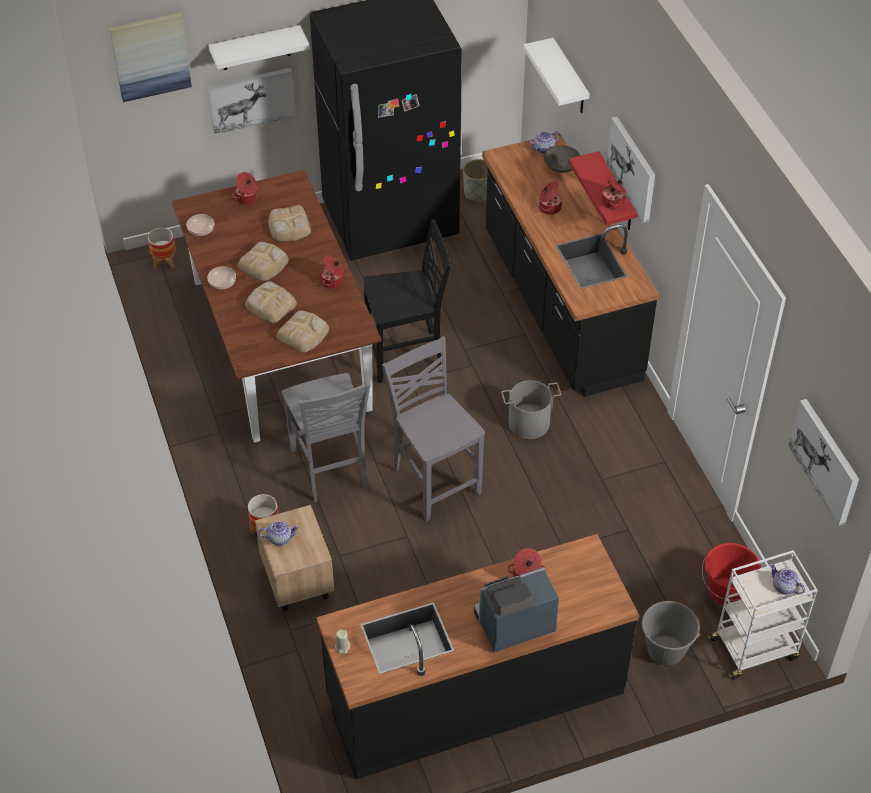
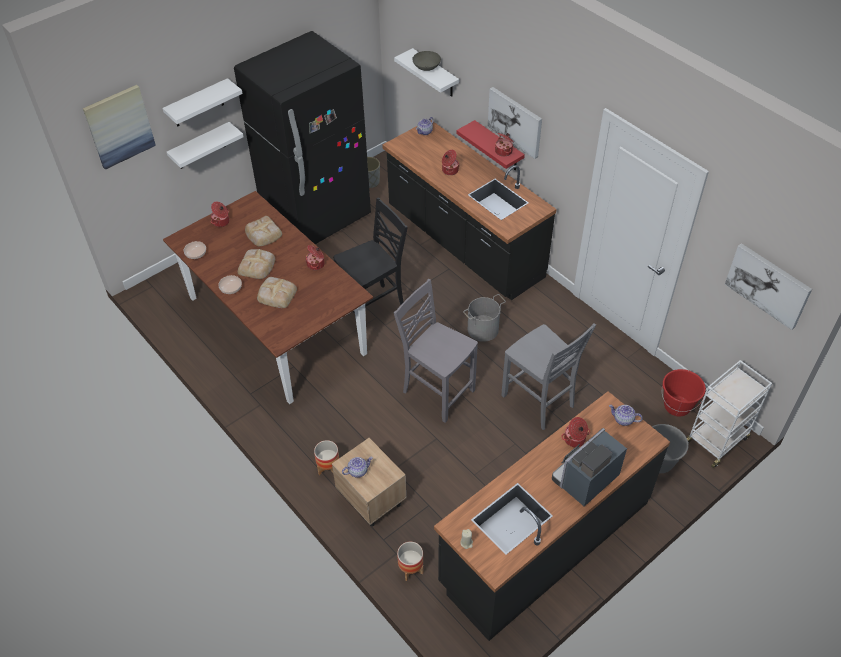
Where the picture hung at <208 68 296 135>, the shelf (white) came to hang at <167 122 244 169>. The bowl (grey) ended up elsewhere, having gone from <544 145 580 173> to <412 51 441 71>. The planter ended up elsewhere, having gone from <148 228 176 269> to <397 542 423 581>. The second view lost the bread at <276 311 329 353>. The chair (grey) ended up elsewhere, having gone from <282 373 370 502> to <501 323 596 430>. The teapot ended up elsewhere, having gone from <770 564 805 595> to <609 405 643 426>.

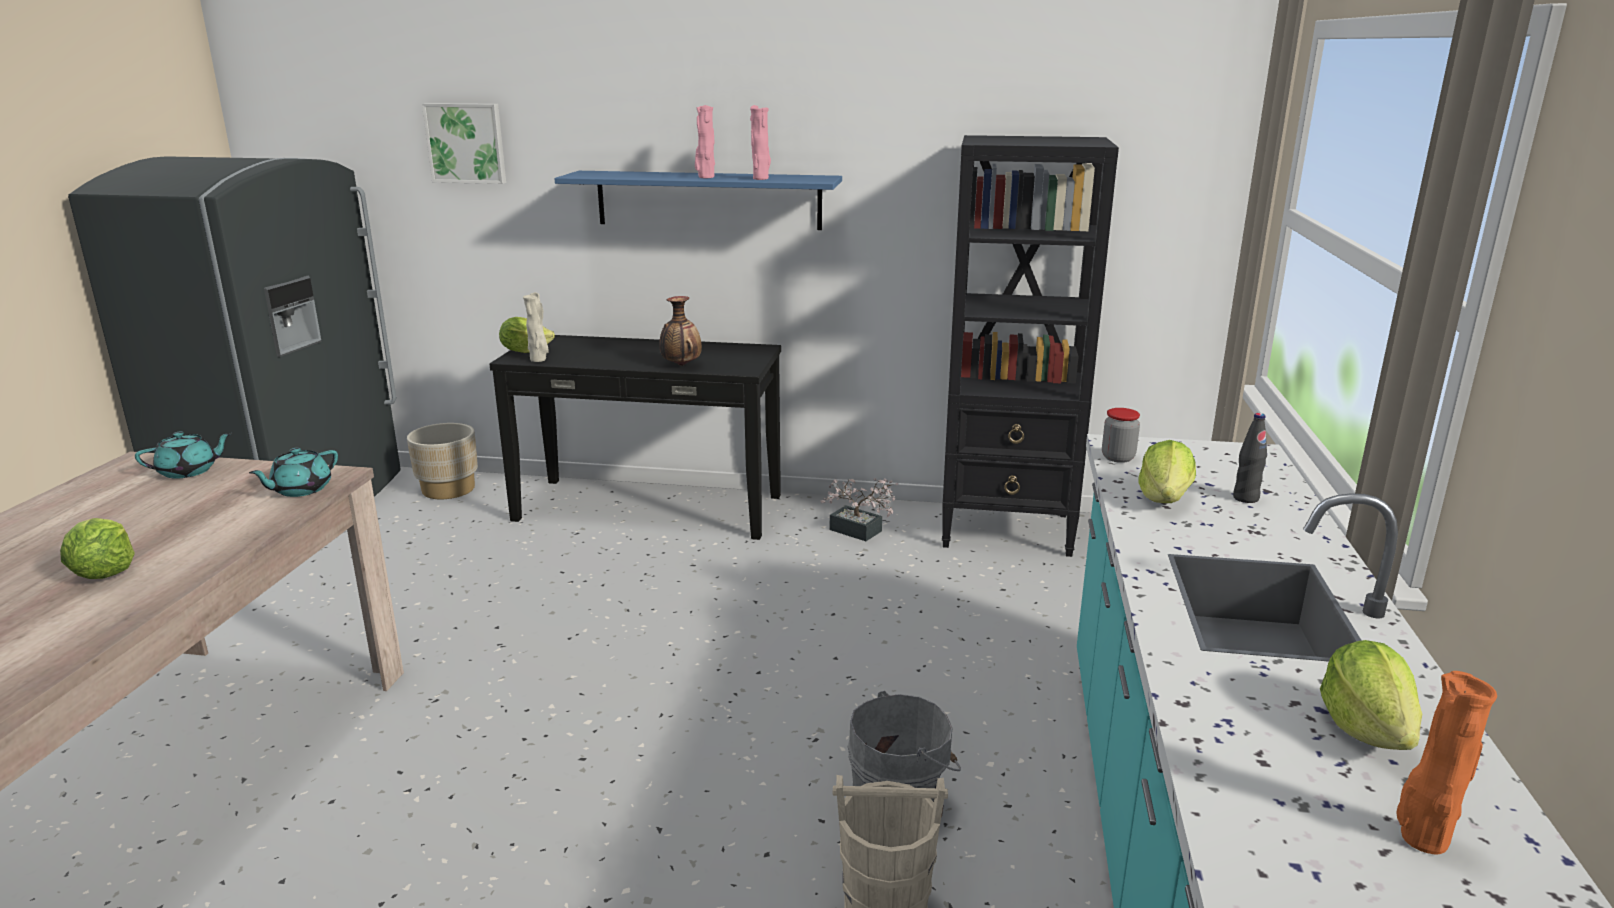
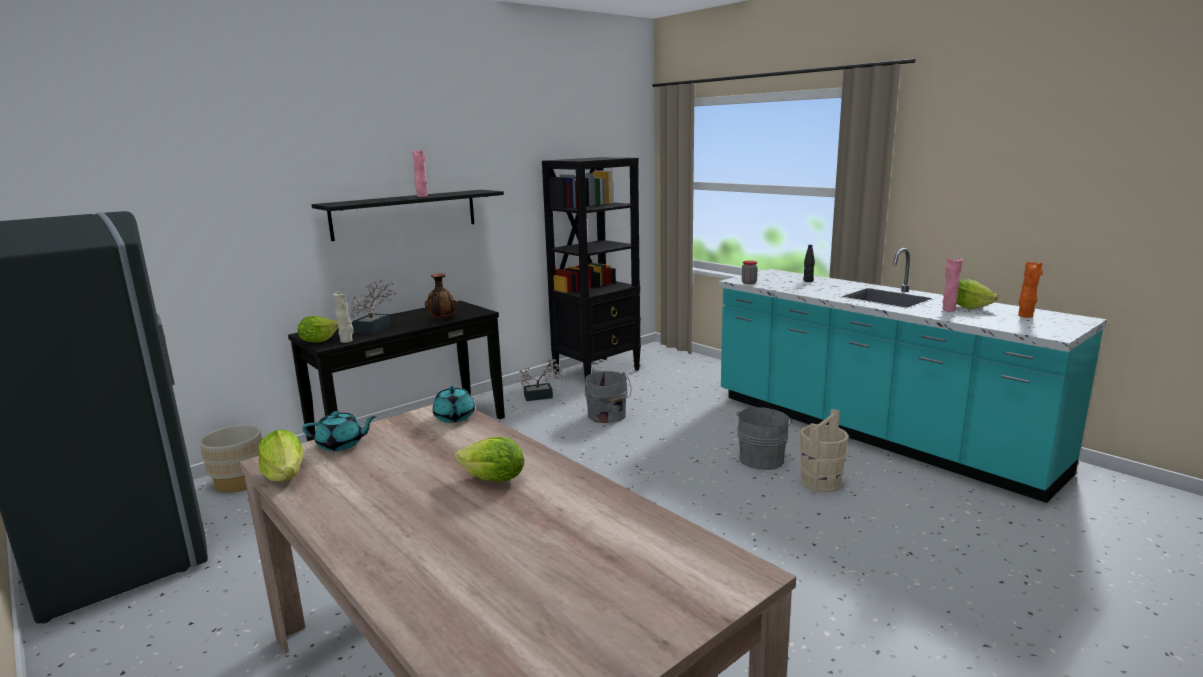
The second view lost the picture at <422 103 506 184>. The vase (pink) ended up elsewhere, having gone from <750 105 771 180> to <942 258 963 312>. What was the shelf (blue) at <554 171 842 230> turned into the shelf (black) at <311 190 504 241>. The teapot (turquoise) at <135 432 232 479> ended up facing another way, 75 degrees clockwise from before. The lettuce ended up elsewhere, having gone from <1138 440 1196 503> to <258 430 304 482>. The second view gained the potted plant at <350 280 396 334>. The second view gained the bucket (grey) at <585 371 631 423>.

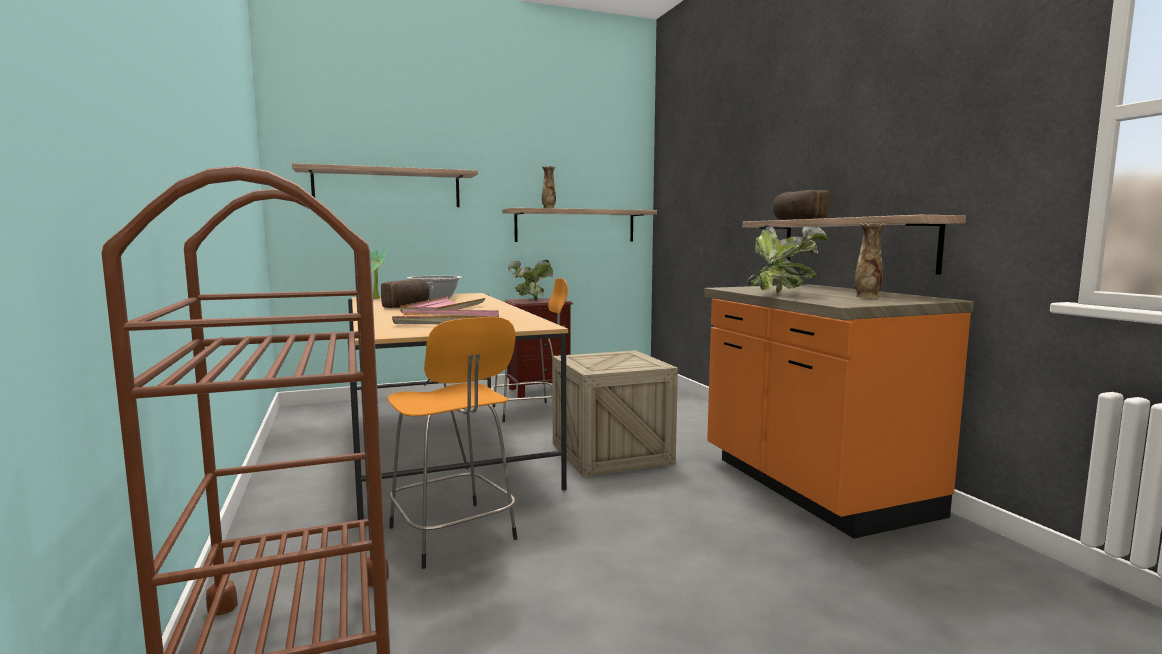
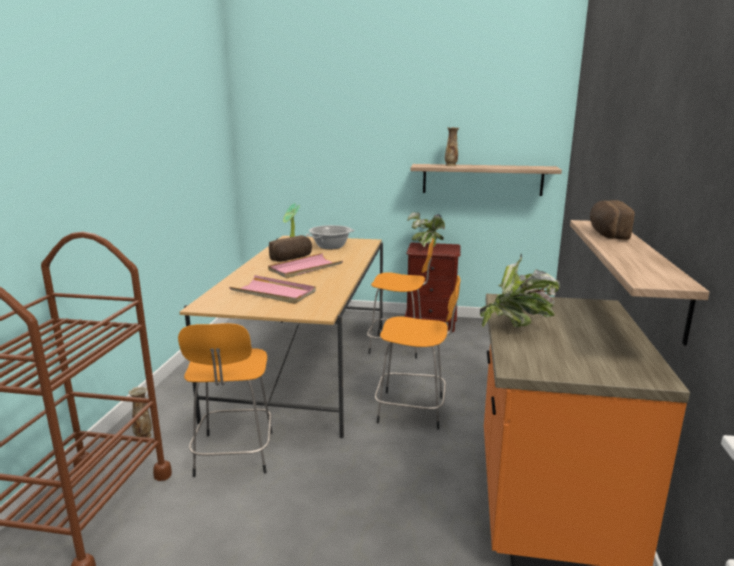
The second view lost the shelf at <292 163 478 207>. The vase ended up elsewhere, having gone from <854 223 886 298> to <129 387 152 438>. Where the crate stood at <552 350 678 477>, the stool (orange) came to stand at <375 276 460 430>.

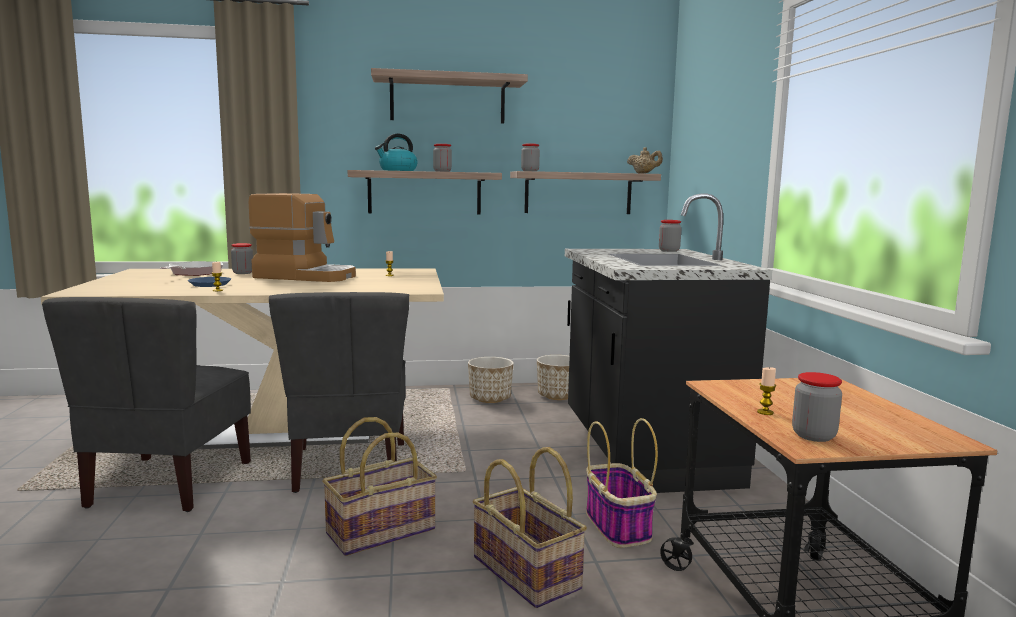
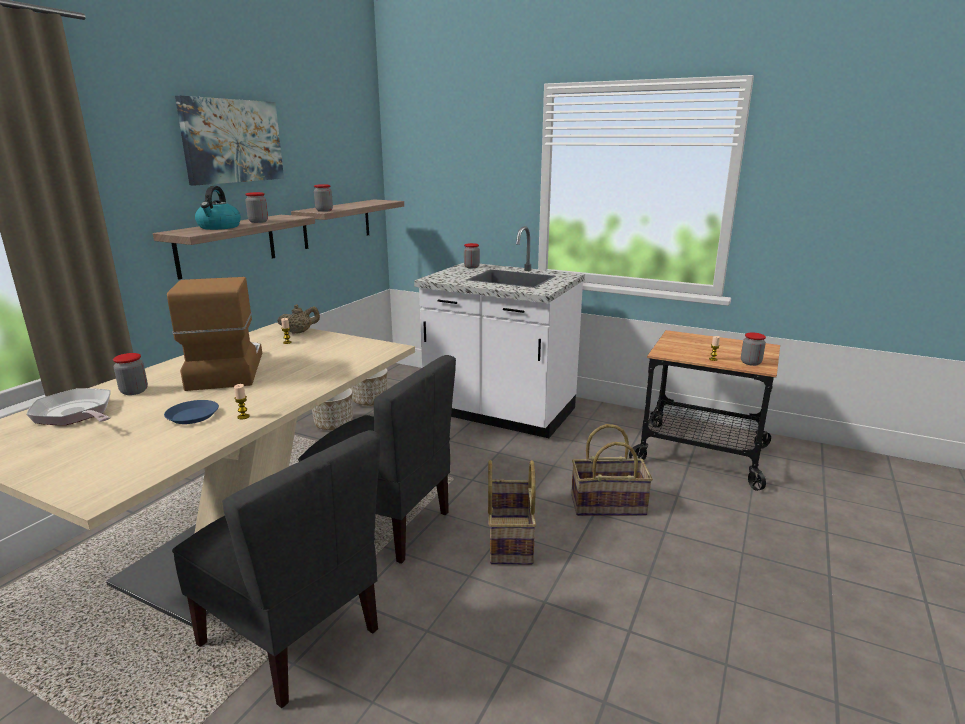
Where the shelf hung at <371 68 528 124>, the picture came to hang at <175 96 284 186>. The teapot (beige) ended up elsewhere, having gone from <627 147 663 173> to <277 304 320 334>. The coffee machine at <249 193 356 282> ended up facing another way, 60 degrees counterclockwise from before. What was the counter (black) at <565 194 772 493> turned into the counter (white) at <414 226 585 438>. The second view lost the basket at <586 418 658 548>.

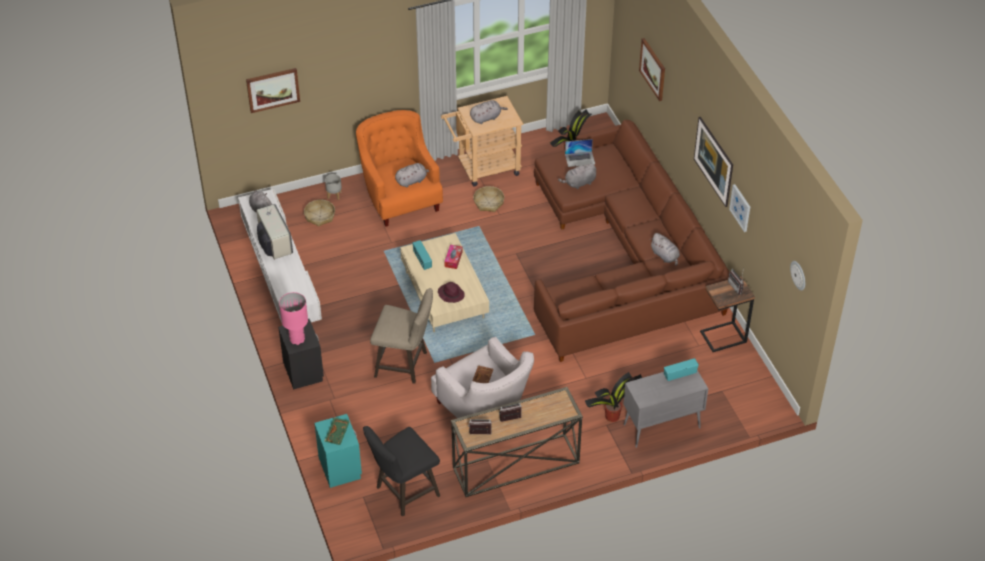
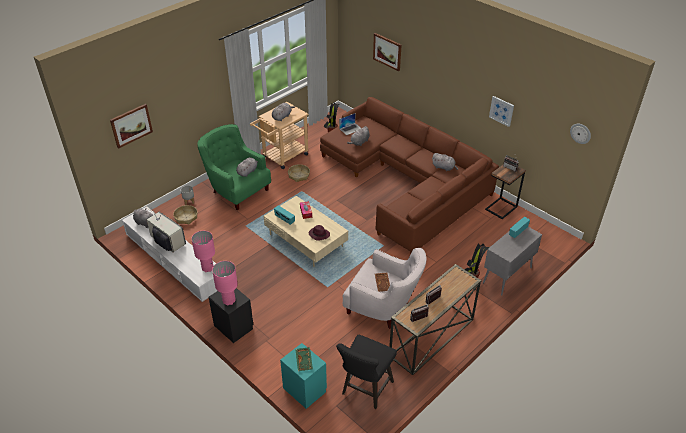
What was the armchair (orange) at <356 110 443 227> turned into the armchair (green) at <198 124 271 210>. The second view lost the picture at <694 117 733 207>. The second view lost the stool (beige) at <370 288 433 384>. The second view gained the table lamp (pink) at <191 231 215 272>.

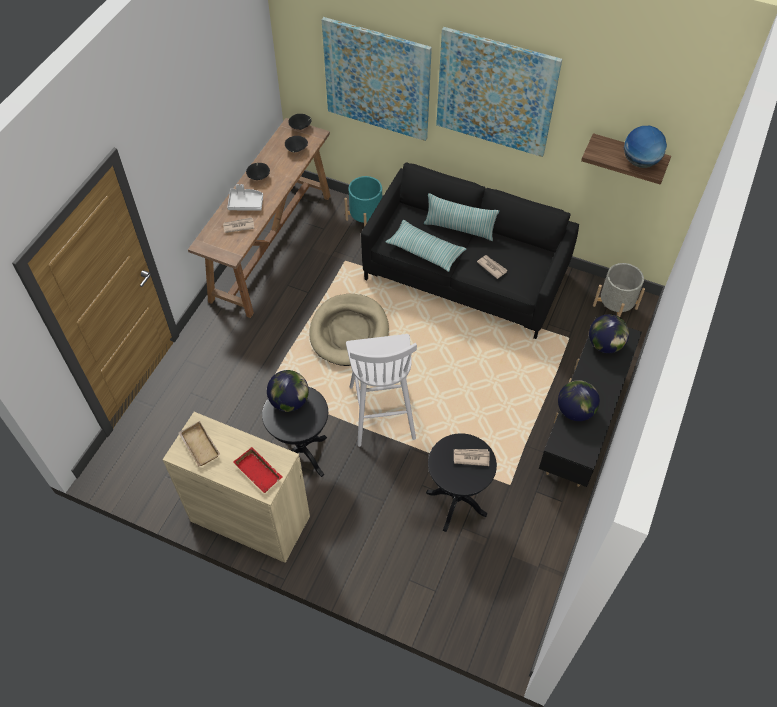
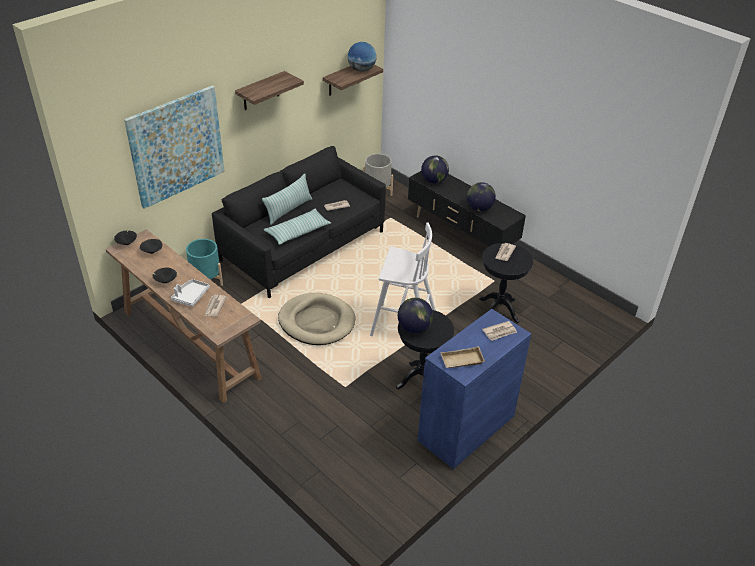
Where the picture hung at <436 27 562 157>, the shelf came to hang at <235 71 304 110>. What was the cabinet (beige) at <163 412 310 563> turned into the cabinet (blue) at <418 309 531 469>. Where the tray (red) stood at <234 447 283 493>, the newspaper came to stand at <482 321 517 341>.

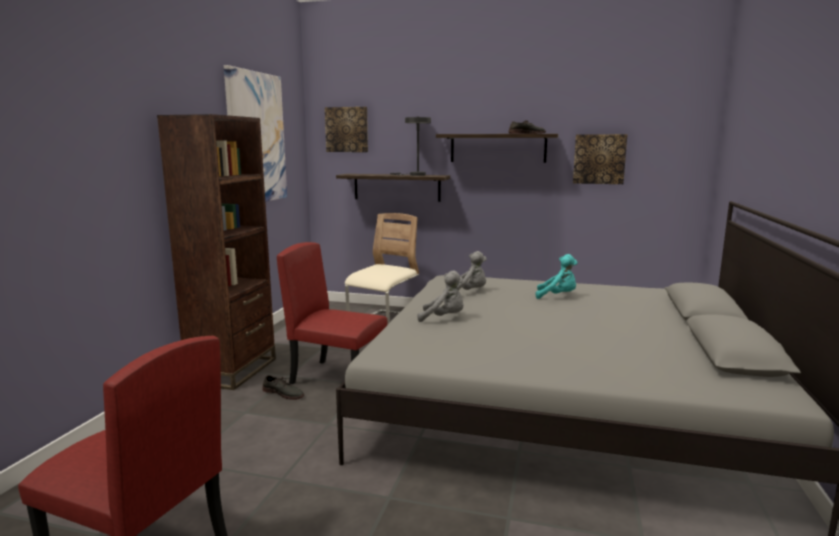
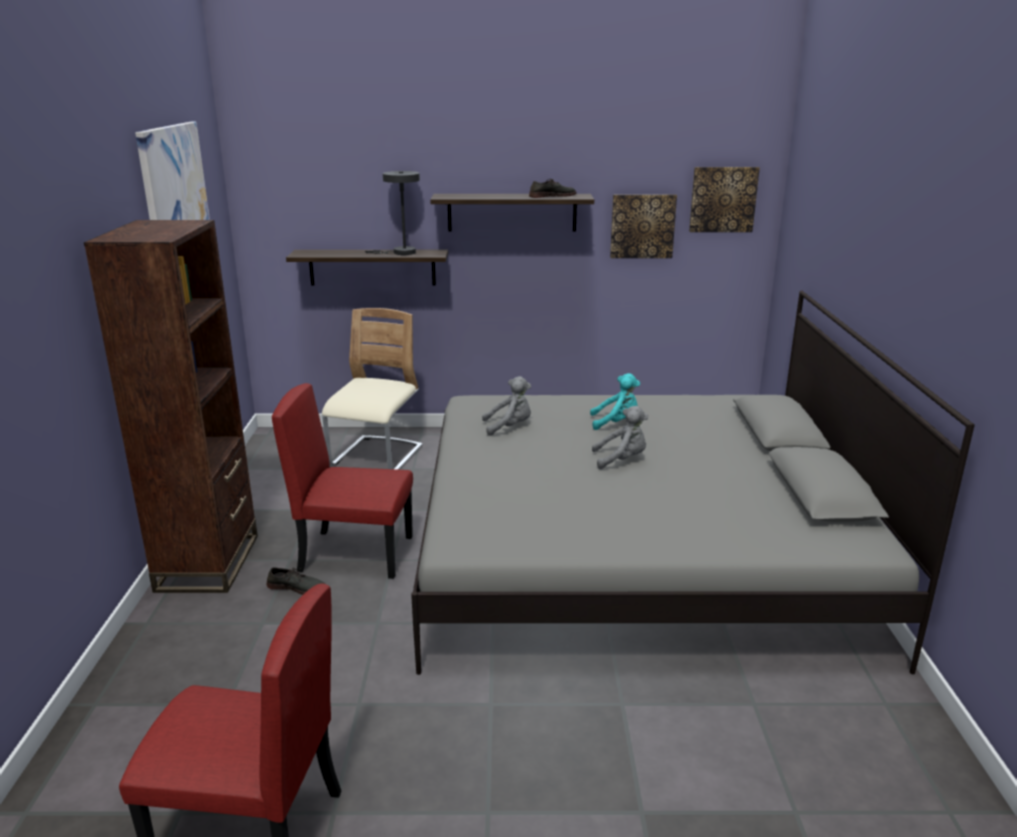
The picture ended up elsewhere, having gone from <325 107 368 152> to <689 167 760 232>. The plush toy (grey) ended up elsewhere, having gone from <418 270 464 322> to <592 406 648 469>.

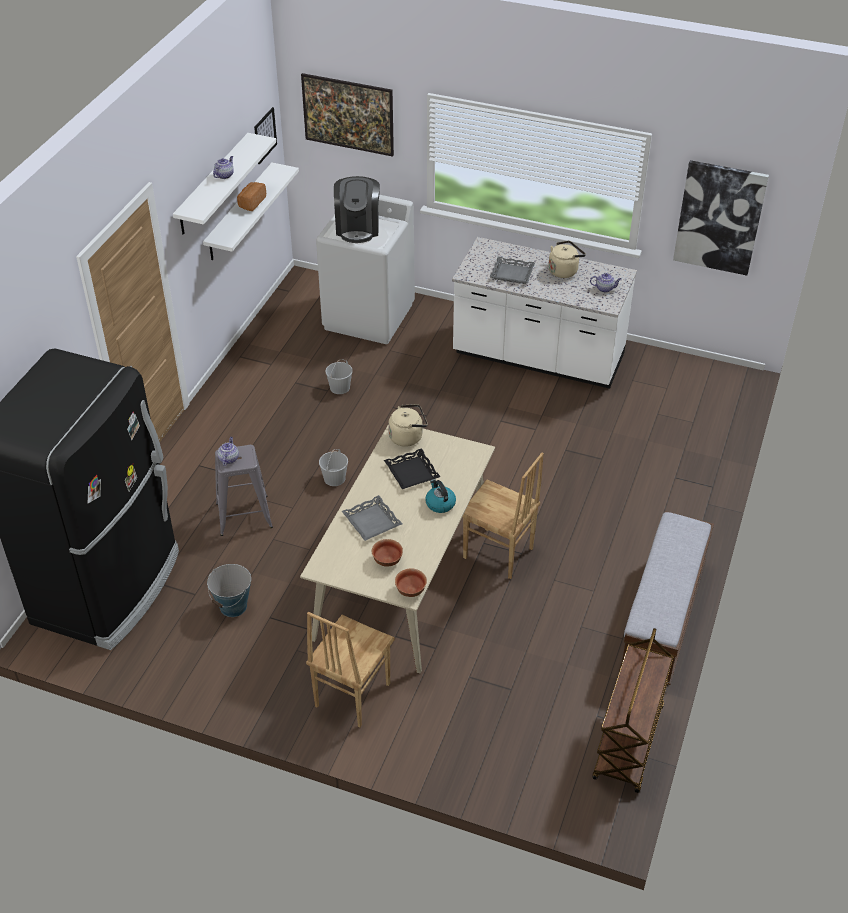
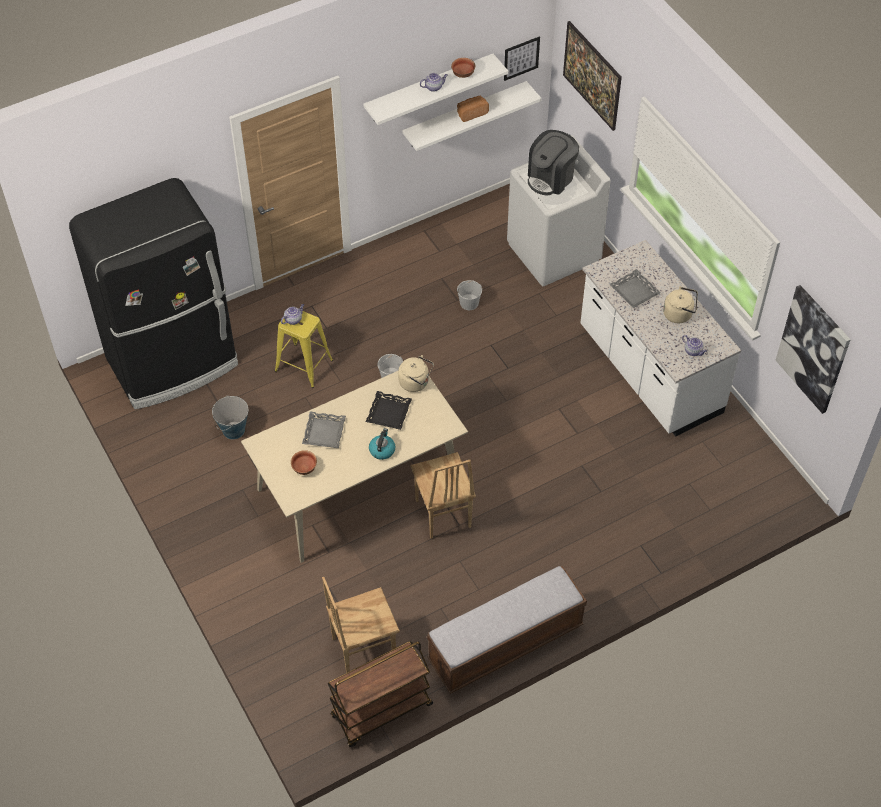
What was the stool (grey) at <215 445 273 536> turned into the stool (yellow) at <275 311 333 388>. The bowl ended up elsewhere, having gone from <395 568 427 597> to <451 58 475 78>. The chair (brown) ended up elsewhere, having gone from <306 612 395 727> to <322 577 400 673>.

